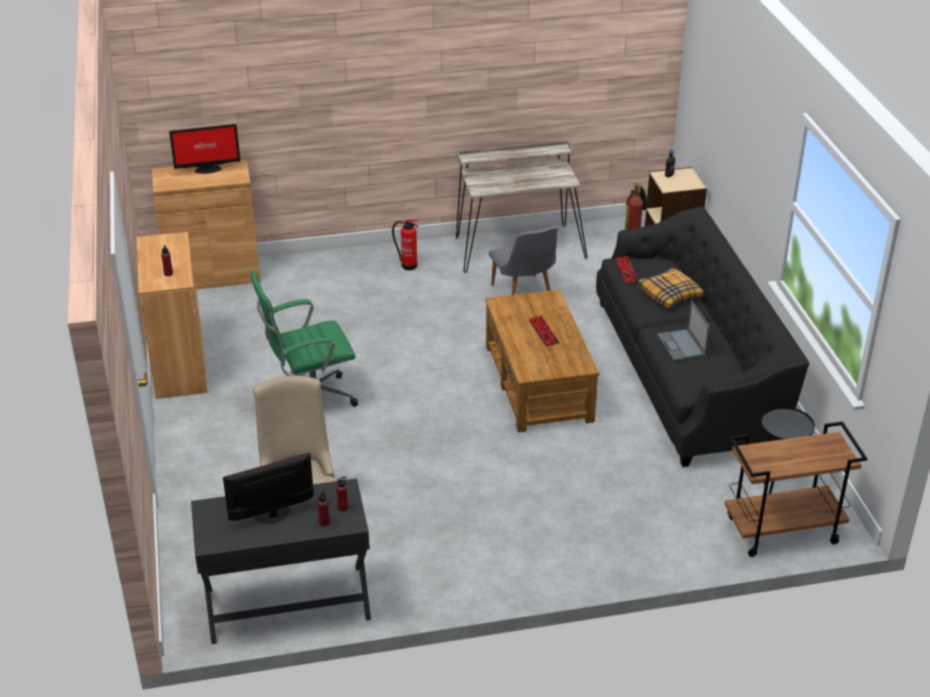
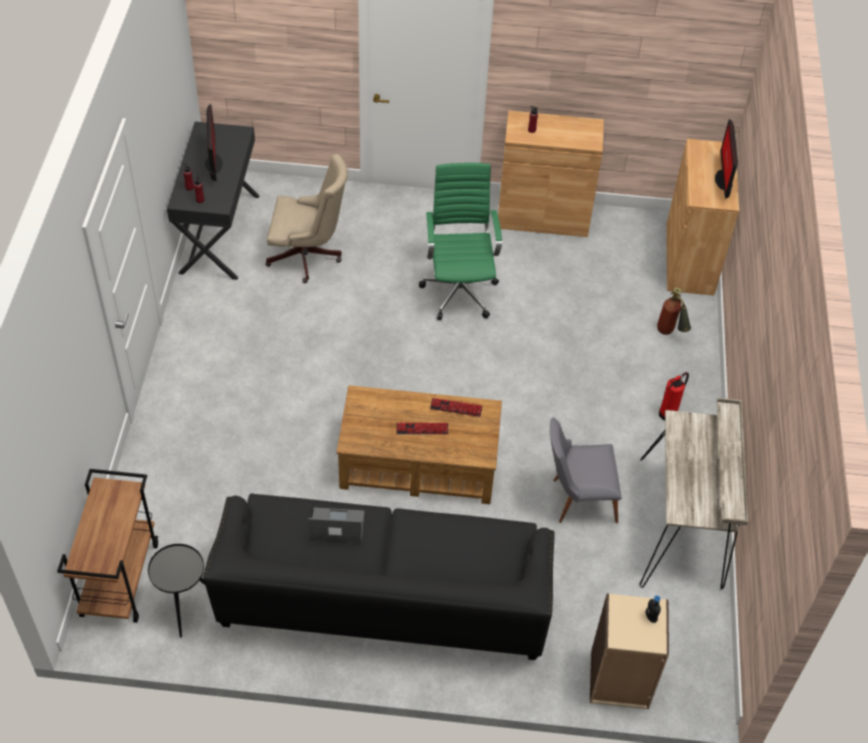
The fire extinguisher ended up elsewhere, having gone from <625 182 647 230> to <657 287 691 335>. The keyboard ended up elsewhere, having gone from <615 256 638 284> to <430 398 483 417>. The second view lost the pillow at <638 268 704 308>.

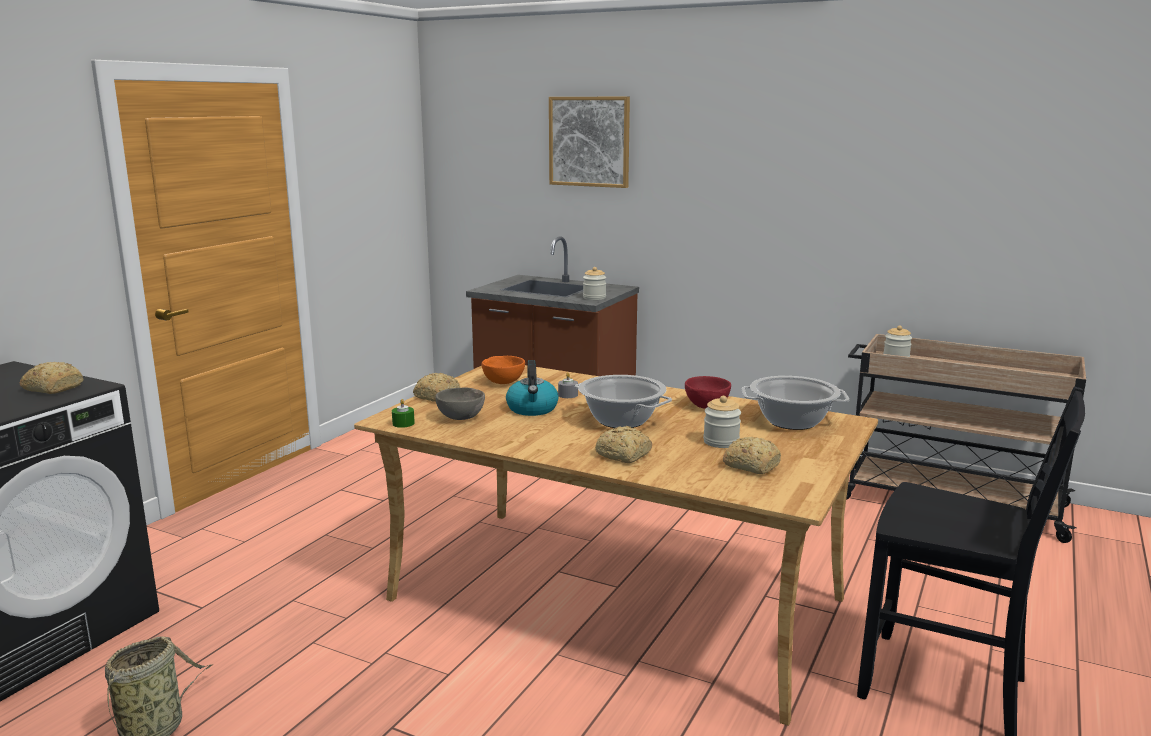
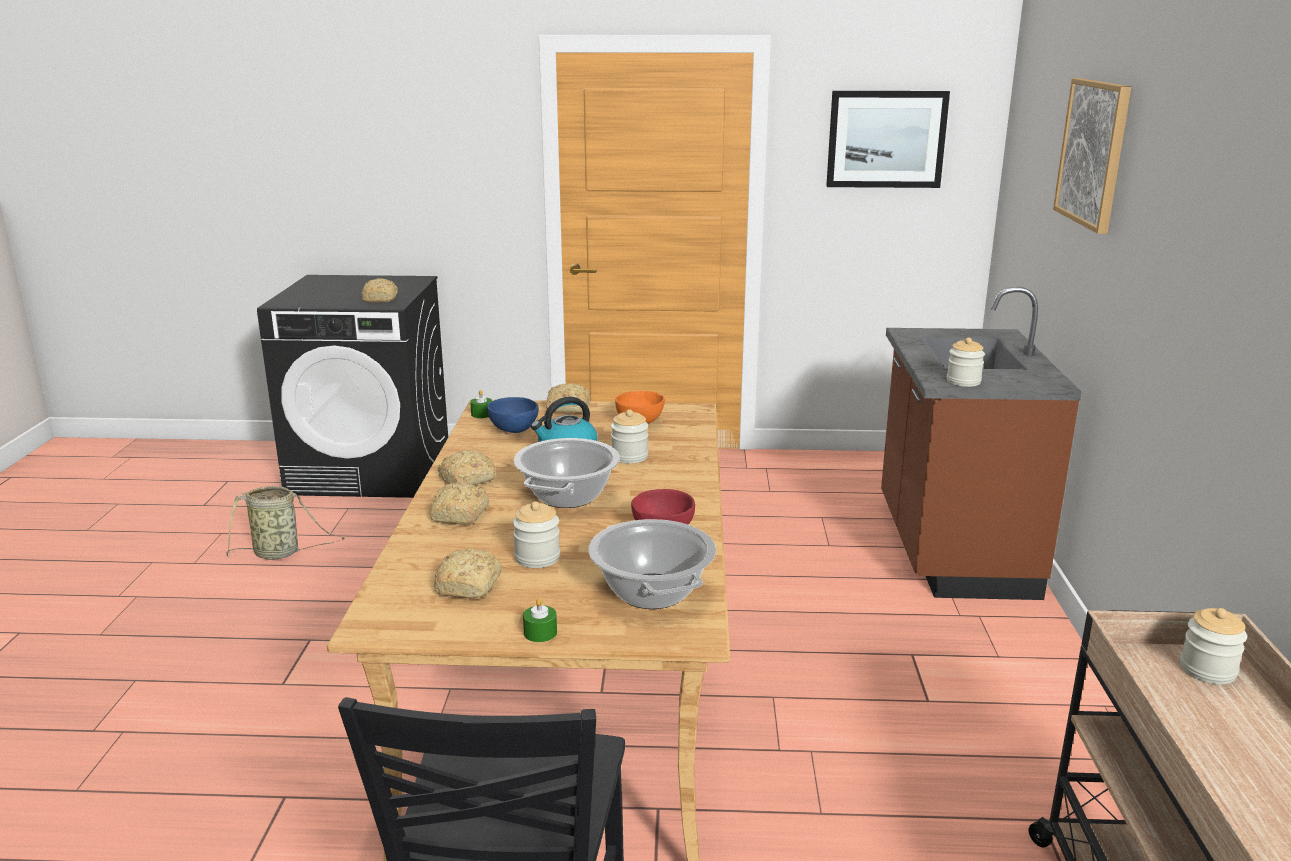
Where the candle (grey) stood at <558 372 578 398>, the jar came to stand at <611 409 648 464>. What was the bowl (grey) at <435 388 485 420> turned into the bowl (blue) at <487 397 539 433>. The second view gained the picture at <826 91 950 188>. The second view gained the bread at <438 450 496 485>. The second view gained the candle (green) at <523 598 557 642>.

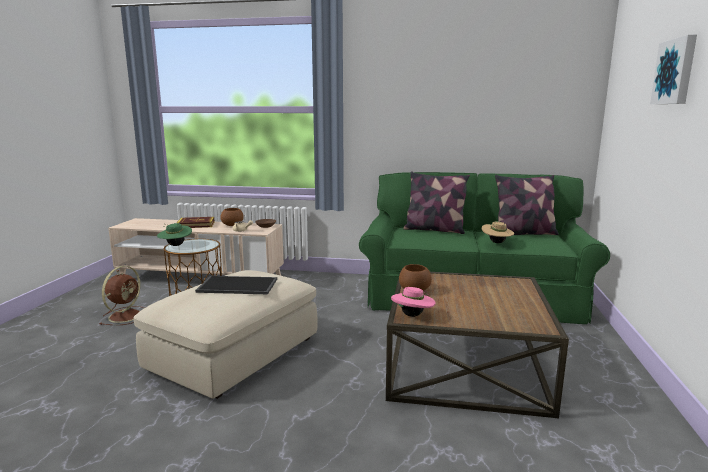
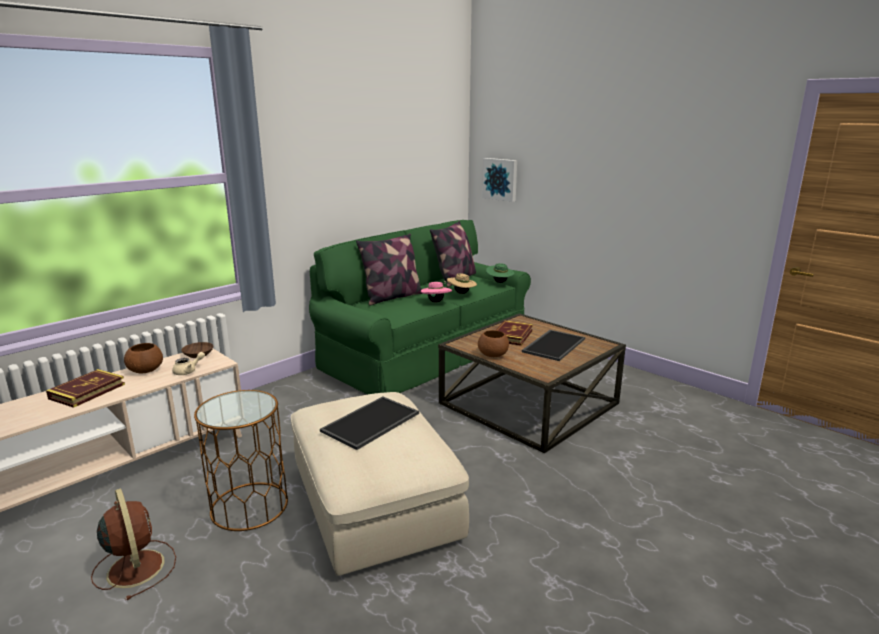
The picture ended up elsewhere, having gone from <650 35 697 104> to <482 158 517 202>. The hat (green) ended up elsewhere, having gone from <157 223 192 246> to <486 263 514 283>. The hat (pink) ended up elsewhere, having gone from <391 287 435 317> to <421 282 452 302>. The second view gained the book at <496 320 533 346>. The second view gained the tray at <522 330 585 361>.

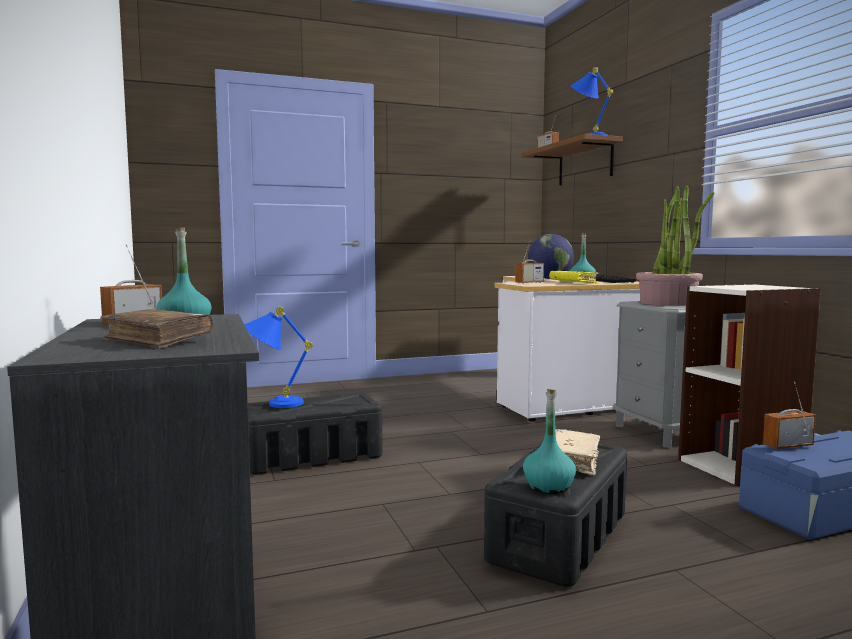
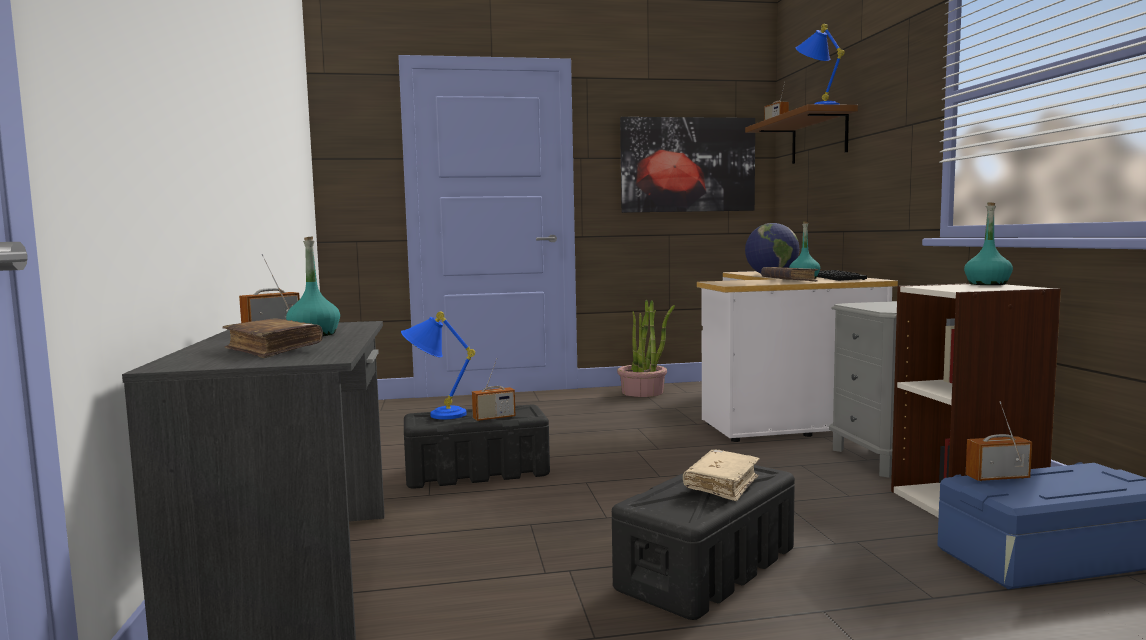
The potted plant ended up elsewhere, having gone from <636 185 715 306> to <617 300 675 397>. The radio ended up elsewhere, having gone from <515 241 544 283> to <472 358 516 421>. What was the book (yellow) at <549 271 599 284> turned into the book (brown) at <761 267 818 282>. The bottle (turquoise) ended up elsewhere, having gone from <523 388 576 494> to <964 202 1013 285>. The second view gained the picture at <620 117 755 213>.

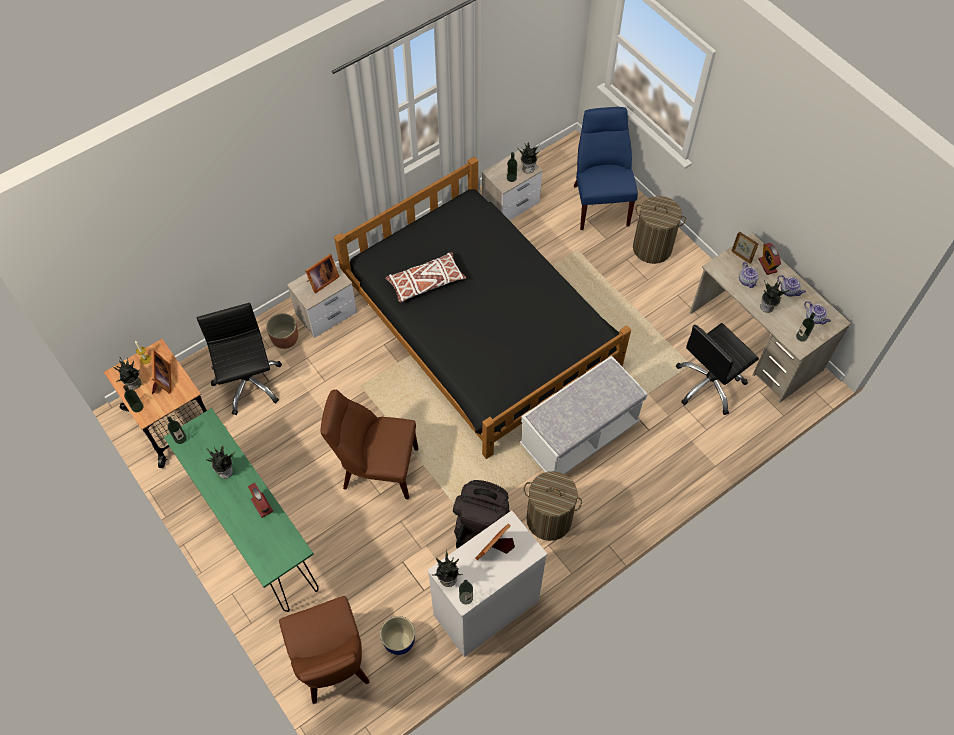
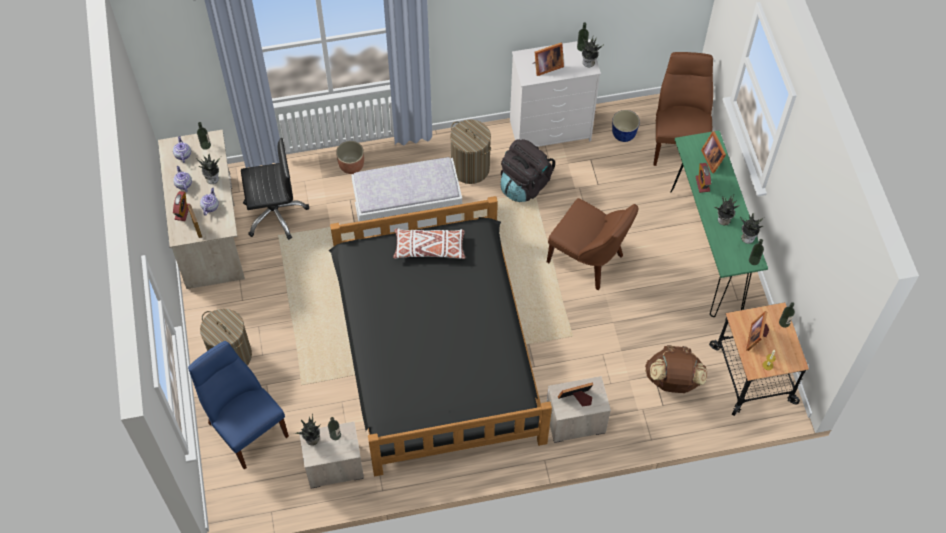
The chair (blue) at <574 107 638 230> ended up facing another way, 120 degrees clockwise from before. The pillow (white) ended up elsewhere, having gone from <386 252 466 302> to <393 229 465 259>. Where the office chair (black) stood at <197 303 282 415>, the backpack (brown) came to stand at <645 345 707 393>. The planter ended up elsewhere, having gone from <266 313 298 349> to <336 141 364 174>. The potted plant ended up elsewhere, having gone from <113 357 142 390> to <740 213 765 244>. The second view gained the picture frame at <701 131 726 173>.

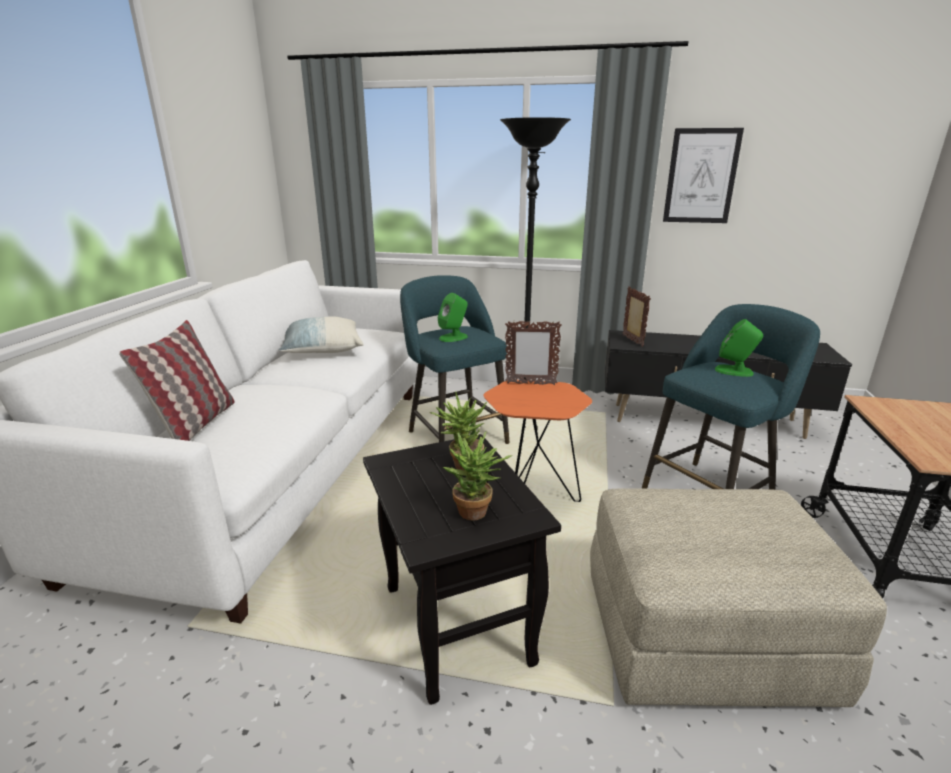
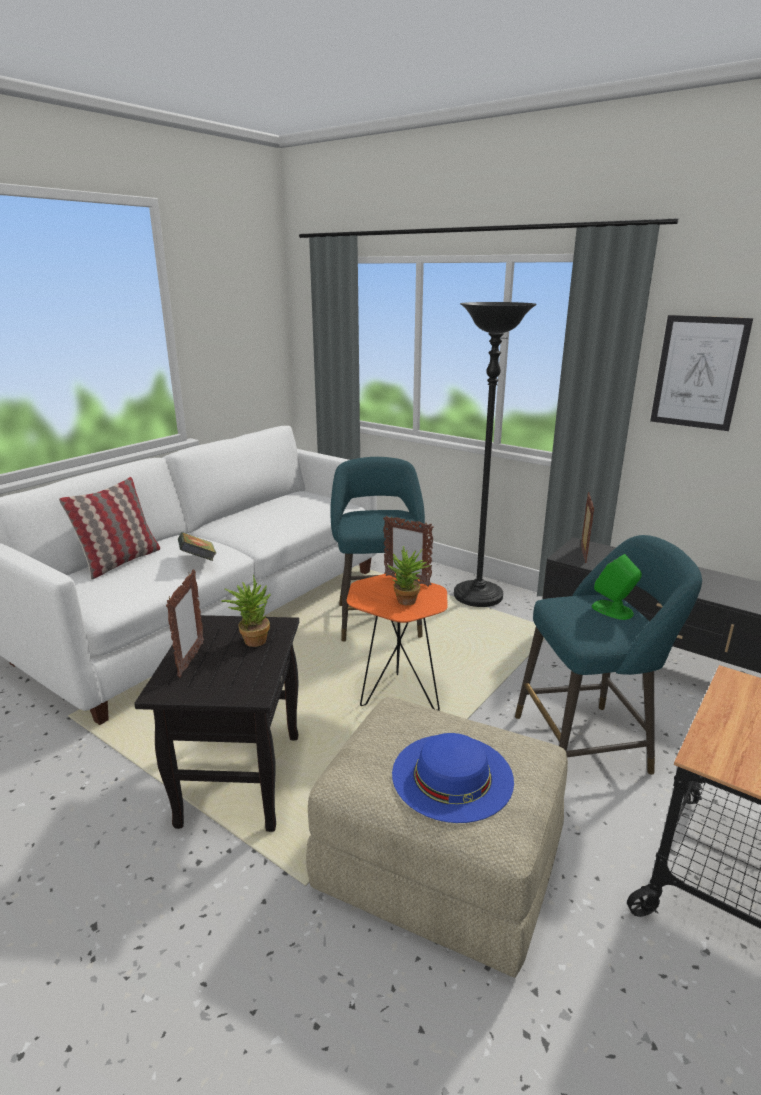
The second view lost the speaker (green) at <438 293 468 342>. The second view lost the pillow at <279 316 364 353>. The potted plant ended up elsewhere, having gone from <443 431 512 521> to <388 546 430 605>. The second view gained the book at <178 532 216 561>. The second view gained the picture frame at <166 569 204 678>. The second view gained the hat (blue) at <392 733 514 823>.

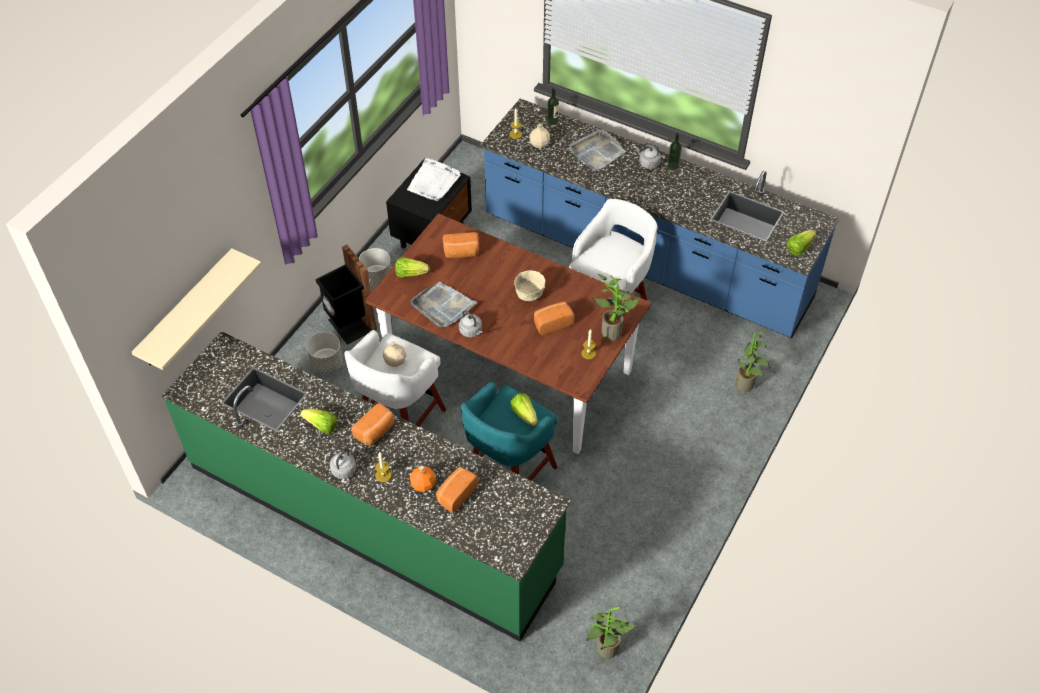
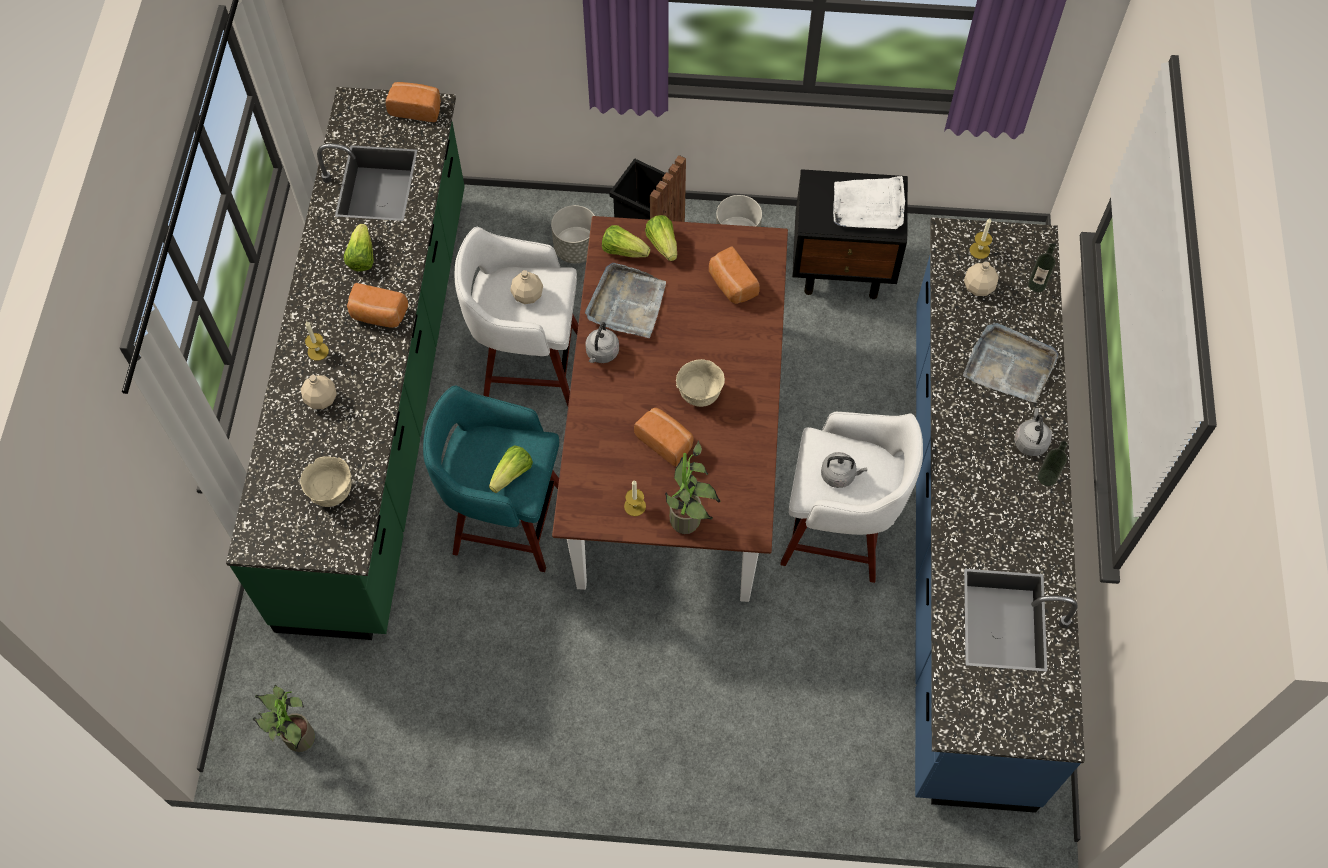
The lettuce ended up elsewhere, having gone from <787 230 816 256> to <602 225 651 258>. The second view lost the shelf (beige) at <132 248 262 370>. The second view lost the potted plant at <735 329 771 392>. The kettle (grey) ended up elsewhere, having gone from <330 447 356 479> to <821 452 867 488>. What was the bottle (orange) at <410 465 436 492> turned into the bottle (beige) at <301 375 337 409>. The bread ended up elsewhere, having gone from <436 467 478 513> to <386 82 441 122>. The second view gained the bowl (beige) at <300 456 352 507>.

